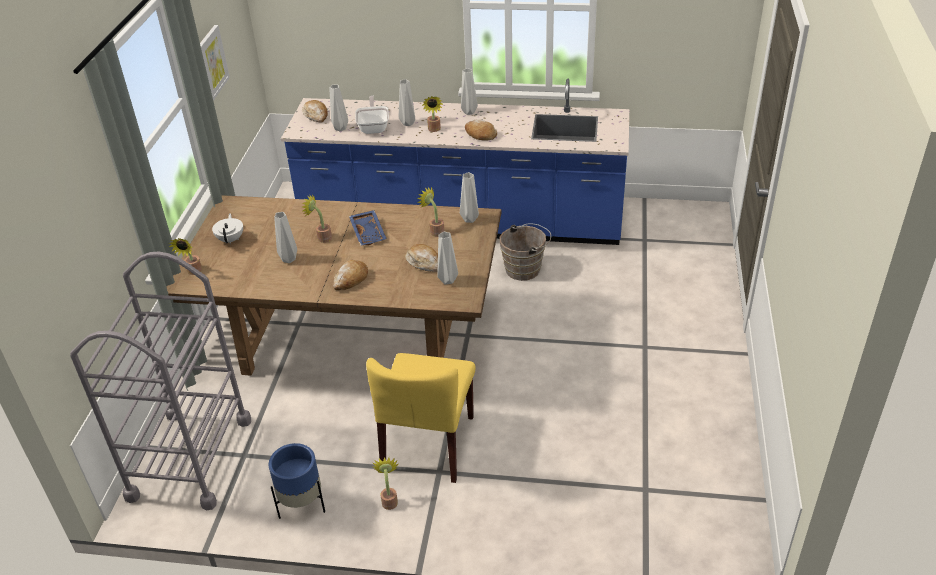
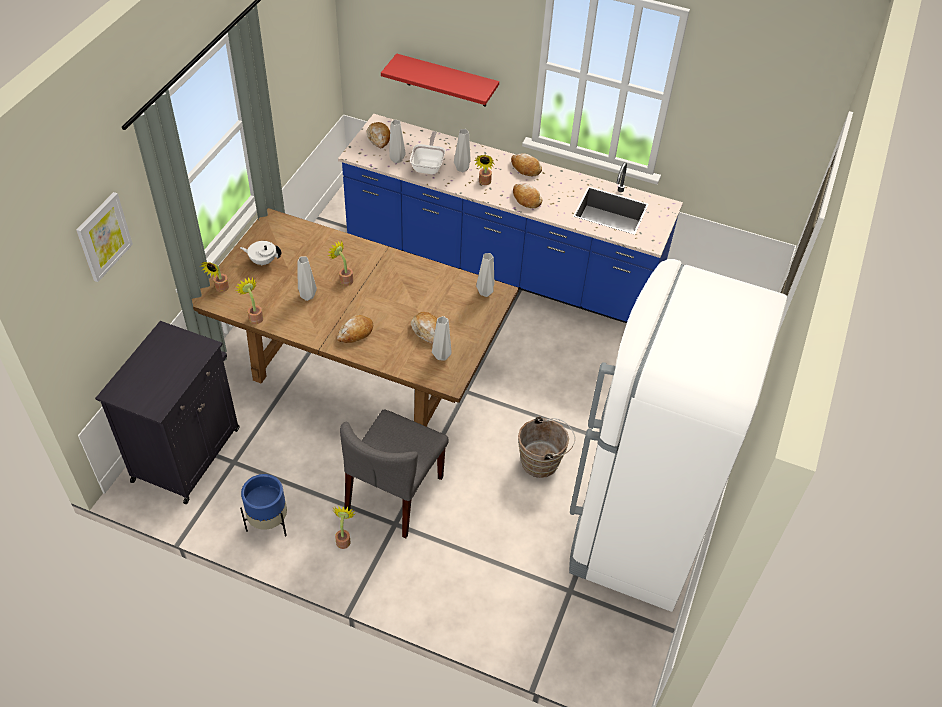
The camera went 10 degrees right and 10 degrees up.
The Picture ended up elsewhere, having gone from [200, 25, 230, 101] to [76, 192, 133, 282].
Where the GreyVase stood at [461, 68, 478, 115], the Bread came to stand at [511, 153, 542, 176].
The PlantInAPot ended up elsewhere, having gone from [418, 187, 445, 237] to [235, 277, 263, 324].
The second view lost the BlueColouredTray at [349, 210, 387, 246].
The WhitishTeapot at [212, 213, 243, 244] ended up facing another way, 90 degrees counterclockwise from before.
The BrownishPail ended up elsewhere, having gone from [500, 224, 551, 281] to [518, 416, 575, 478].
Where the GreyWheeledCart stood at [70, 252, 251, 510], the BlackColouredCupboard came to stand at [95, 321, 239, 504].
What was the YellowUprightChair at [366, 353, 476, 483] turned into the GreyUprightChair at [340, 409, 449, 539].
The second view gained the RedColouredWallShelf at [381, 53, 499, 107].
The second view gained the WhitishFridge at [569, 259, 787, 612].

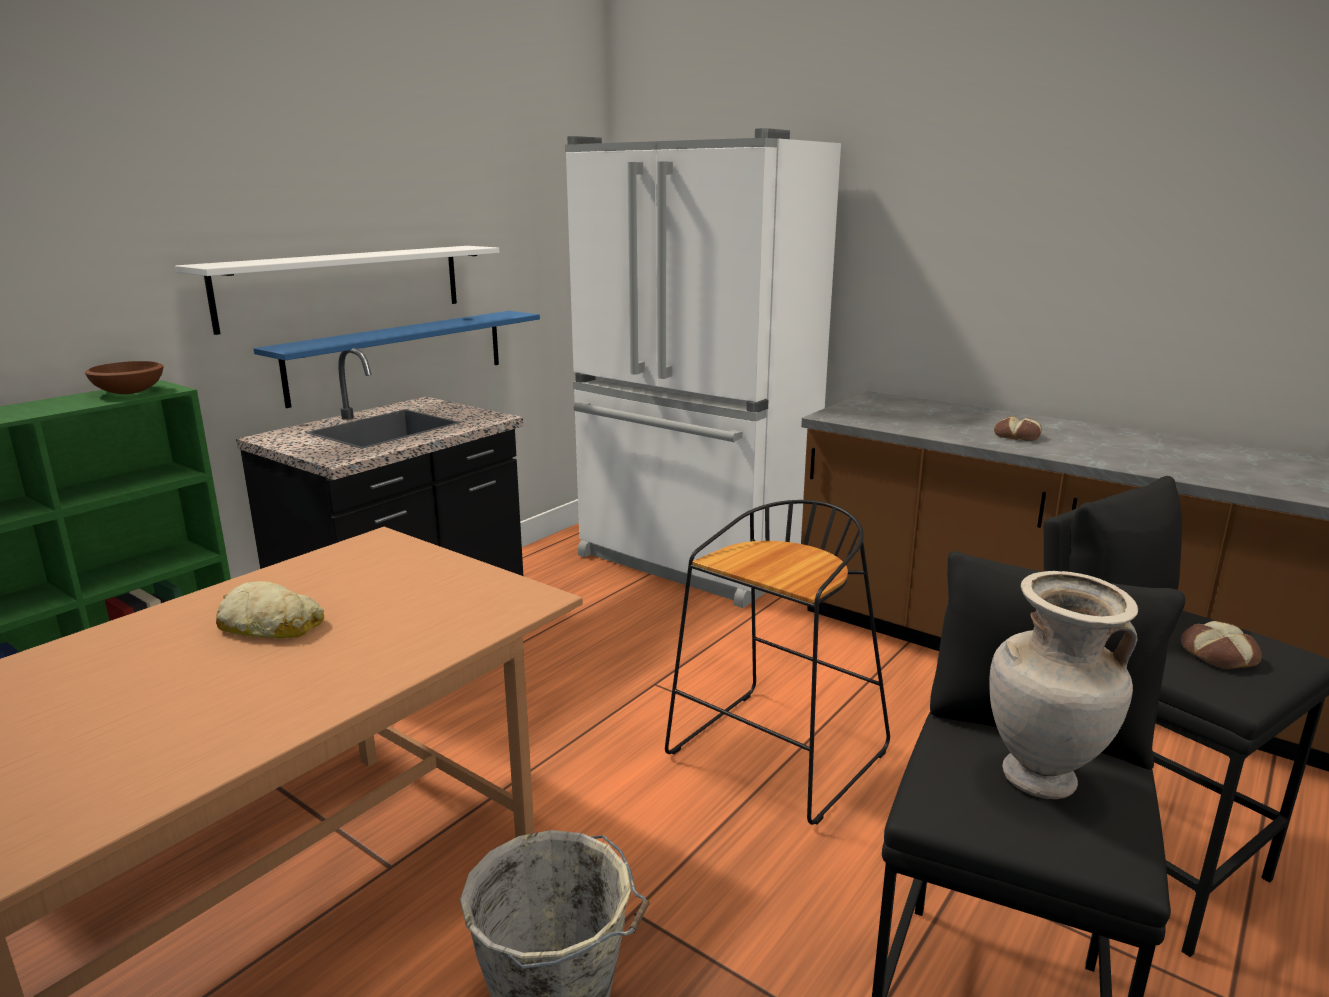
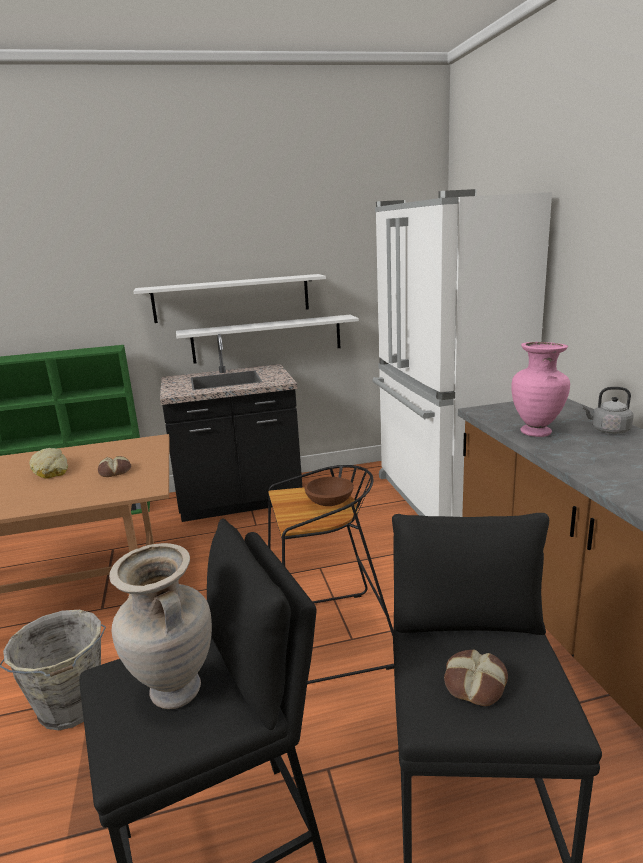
The camera went 40 degrees right and 0 degrees up.
What was the BlueColouredWallShelf at [253, 311, 540, 408] turned into the WhitishWallShelf at [176, 315, 359, 364].
The BrownishServingBowl ended up elsewhere, having gone from [85, 361, 163, 394] to [304, 477, 354, 506].
The Bread ended up elsewhere, having gone from [994, 416, 1042, 441] to [98, 456, 131, 477].
The second view gained the PinkishVase at [511, 342, 570, 437].
The second view gained the GreyTeaKettle at [582, 387, 634, 434].

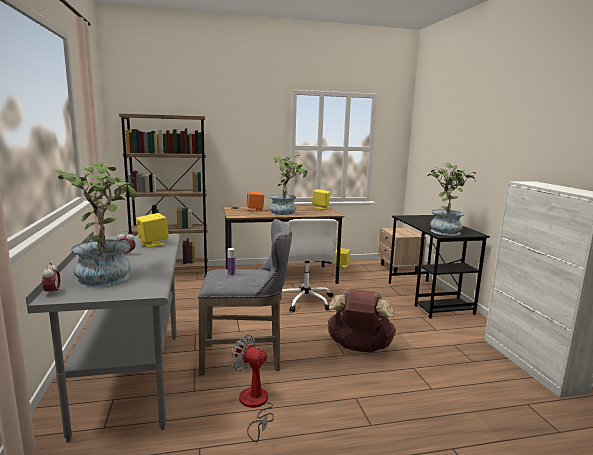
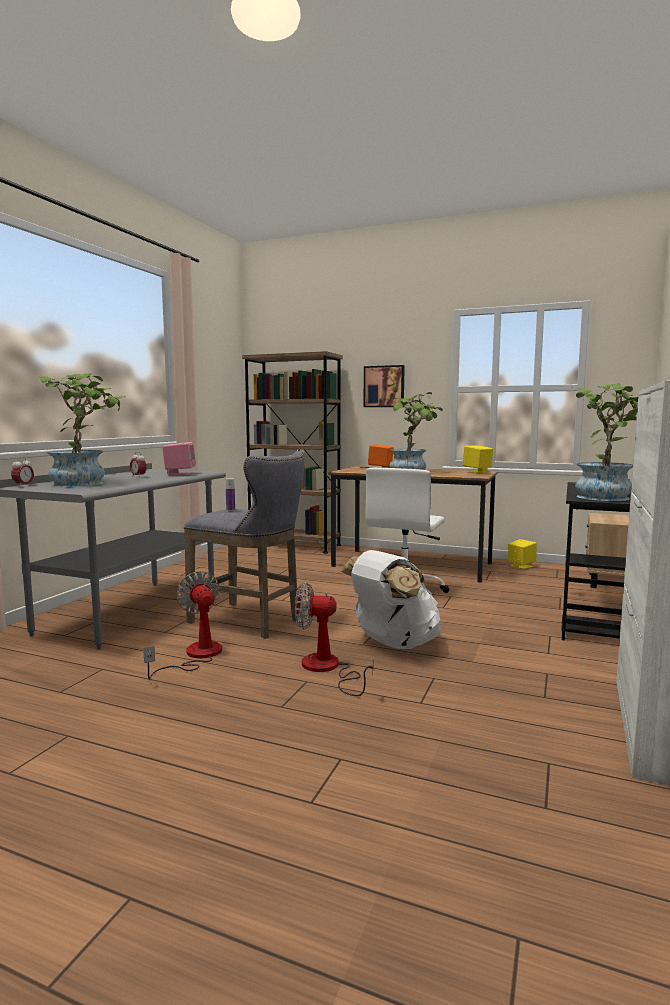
The camera went 35 degrees right and 5 degrees down.
What was the YellowSpeaker at [136, 213, 169, 247] turned into the PinkishSpeaker at [162, 442, 196, 475].
What was the BrownishKnapsack at [327, 289, 396, 352] turned into the WhitishKnapsack at [341, 550, 442, 649].
The second view gained the Picture at [364, 365, 405, 407].
The second view gained the CoolingFan at [295, 582, 374, 696].

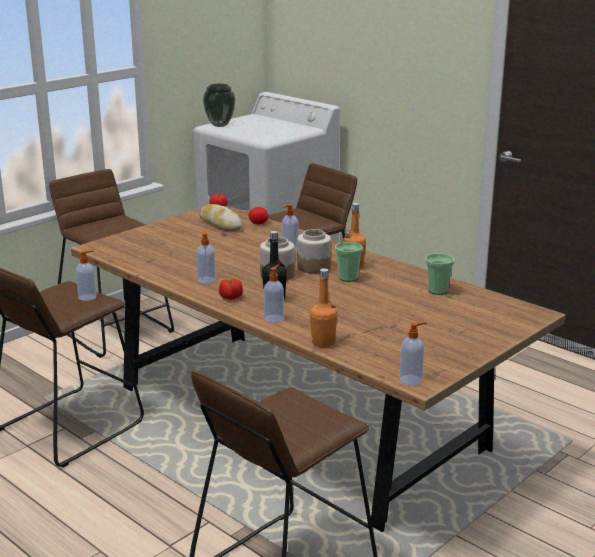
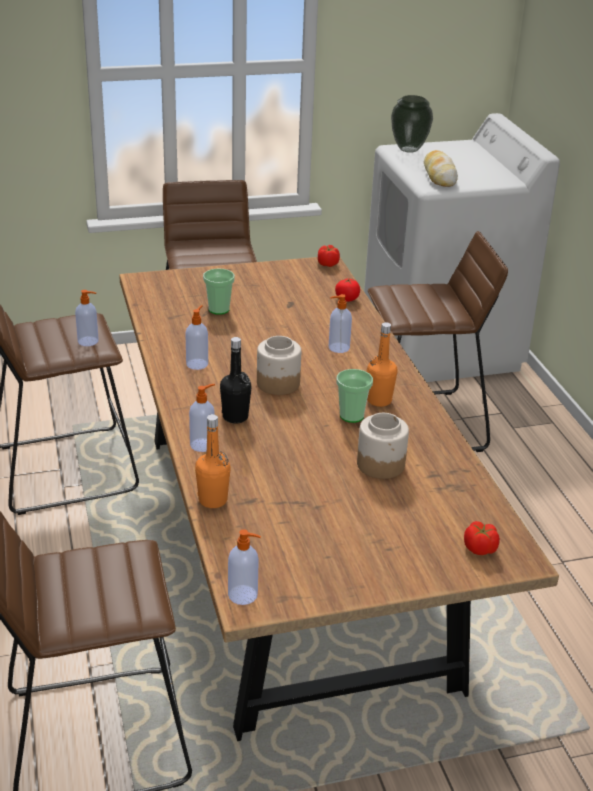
The camera went 30 degrees right and 10 degrees up.
The Bread ended up elsewhere, having gone from [199, 204, 242, 231] to [424, 150, 458, 187].
The StorageJar ended up elsewhere, having gone from [297, 229, 331, 273] to [357, 413, 409, 479].
The SmallCup ended up elsewhere, having gone from [425, 253, 455, 295] to [203, 268, 235, 315].
The WholeTomato ended up elsewhere, having gone from [219, 279, 243, 300] to [464, 521, 500, 555].

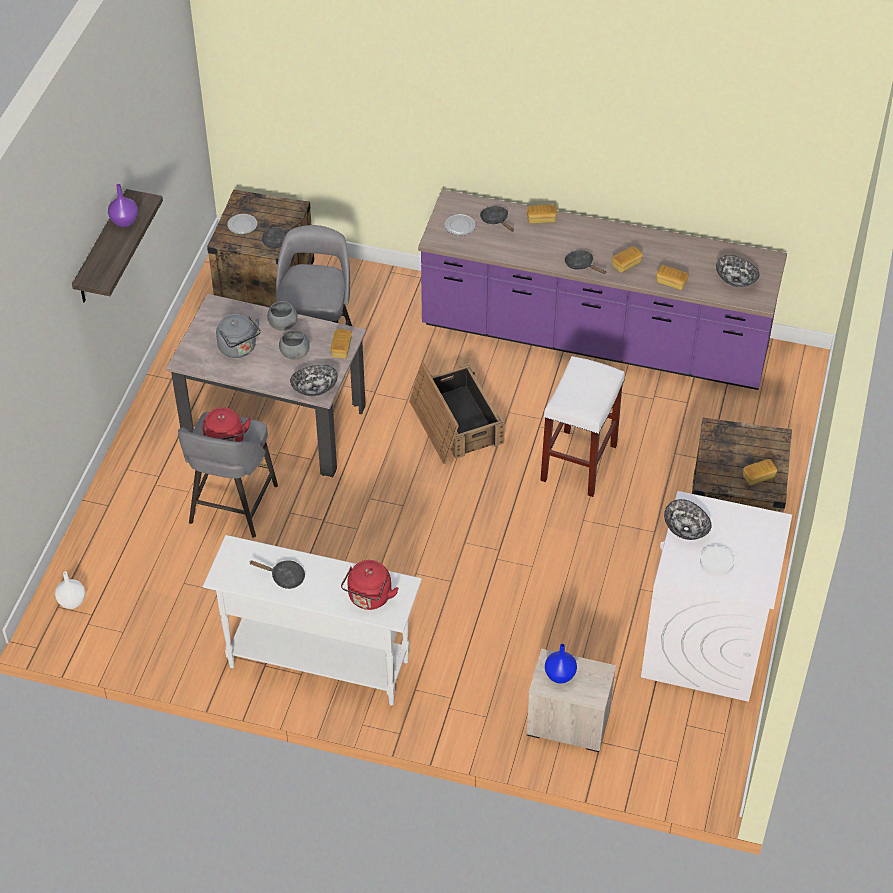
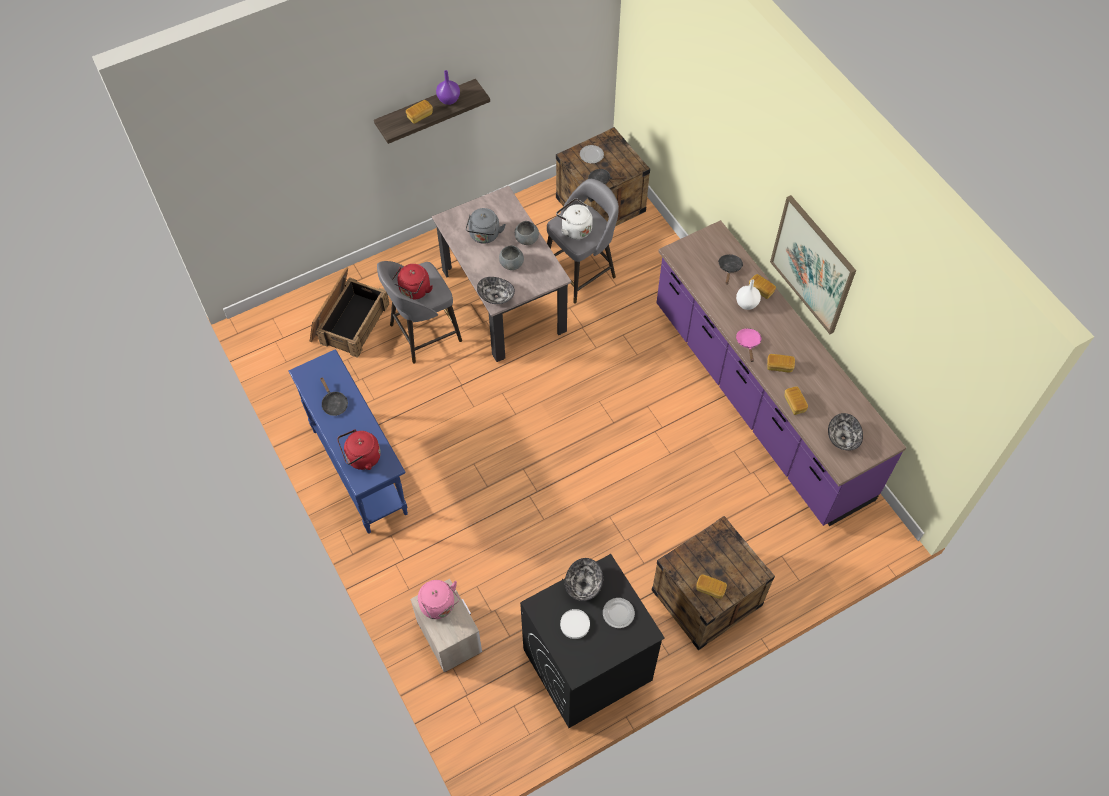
The camera went 45 degrees right and 10 degrees up.
The Plate ended up elsewhere, having gone from [445, 214, 476, 236] to [603, 598, 635, 628].
What was the BlackColouredFryingPan at [565, 250, 607, 274] turned into the PinkishFryingPan at [736, 328, 762, 362].
The Bread ended up elsewhere, having gone from [331, 329, 352, 359] to [406, 100, 433, 124].
The second view lost the WhitishStool at [540, 356, 625, 497].
The ShippingCrate ended up elsewhere, having gone from [409, 363, 505, 464] to [310, 267, 389, 358].
What was the WhitishWashingMachine at [641, 491, 792, 702] turned into the BlackColouredWashingMachine at [520, 554, 665, 728].
What was the WhitishHallTable at [203, 535, 422, 706] turned into the BlueColouredHallTable at [288, 349, 408, 534].
The WhitishVase ended up elsewhere, having gone from [55, 571, 85, 609] to [736, 279, 761, 310].
Where the BlueColouredVase stood at [545, 644, 577, 683], the PinkishTeaKettle came to stand at [418, 580, 459, 619].
The second view gained the Picture at [770, 195, 856, 334].
The second view gained the WhitishTeaKettle at [556, 198, 593, 240].

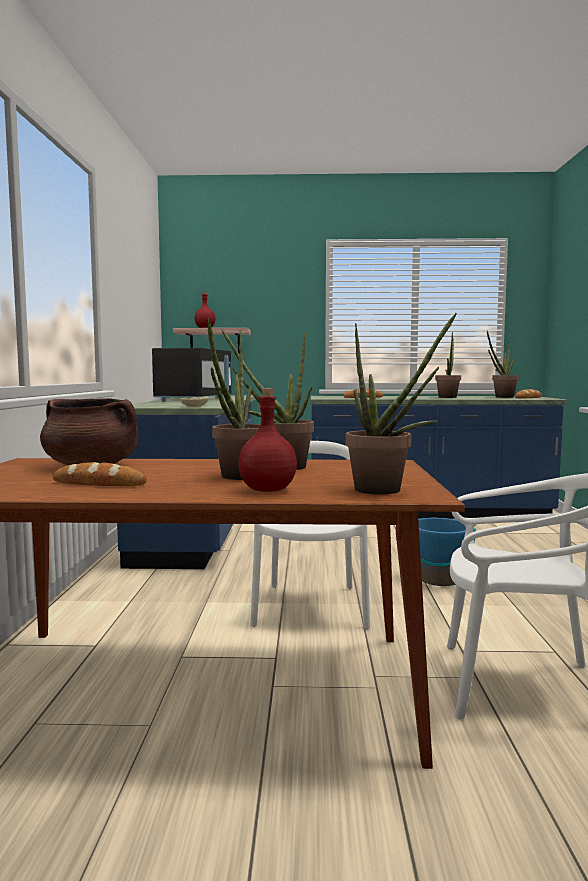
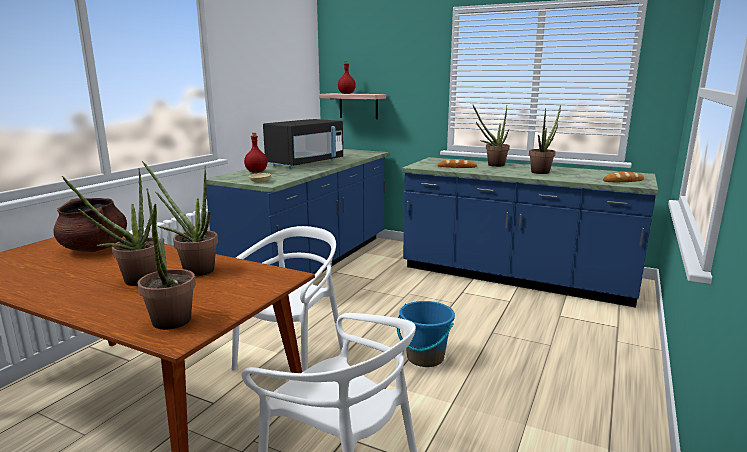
The camera went 25 degrees right and 10 degrees up.
The PlantInAPot ended up elsewhere, having gone from [487, 331, 519, 398] to [473, 105, 510, 167].
The RedColouredDrinkBottle ended up elsewhere, having gone from [238, 388, 297, 492] to [244, 133, 267, 173].
The second view lost the Bread at [53, 462, 147, 486].

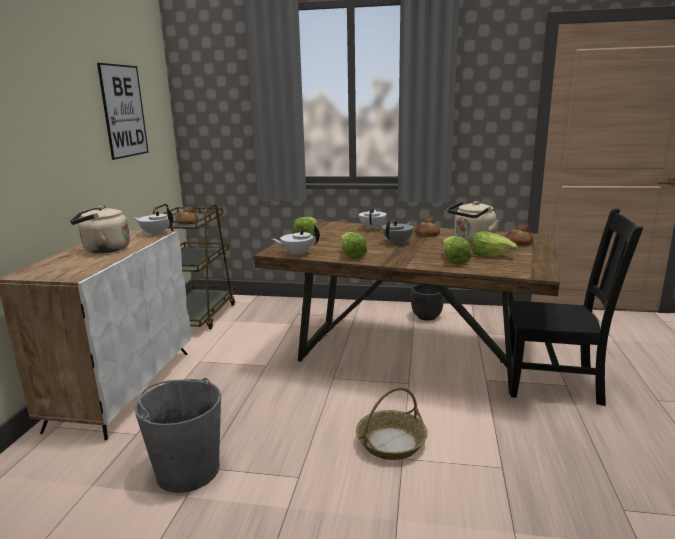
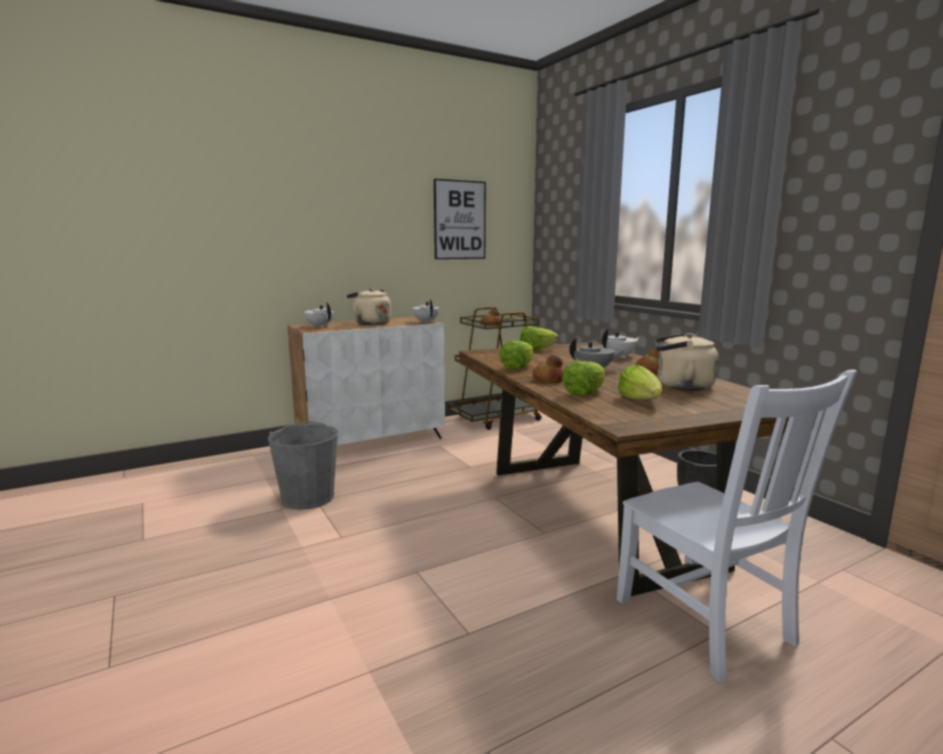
The camera went 50 degrees right and 5 degrees down.
What was the BlackColouredUprightChair at [509, 208, 643, 406] turned into the WhitishUprightChair at [617, 370, 857, 682].
The Bread ended up elsewhere, having gone from [506, 223, 533, 245] to [532, 355, 564, 383].
The WhitishTeapot ended up elsewhere, having gone from [272, 225, 320, 256] to [304, 302, 334, 327].
The second view lost the StorageBasket at [356, 387, 428, 460].

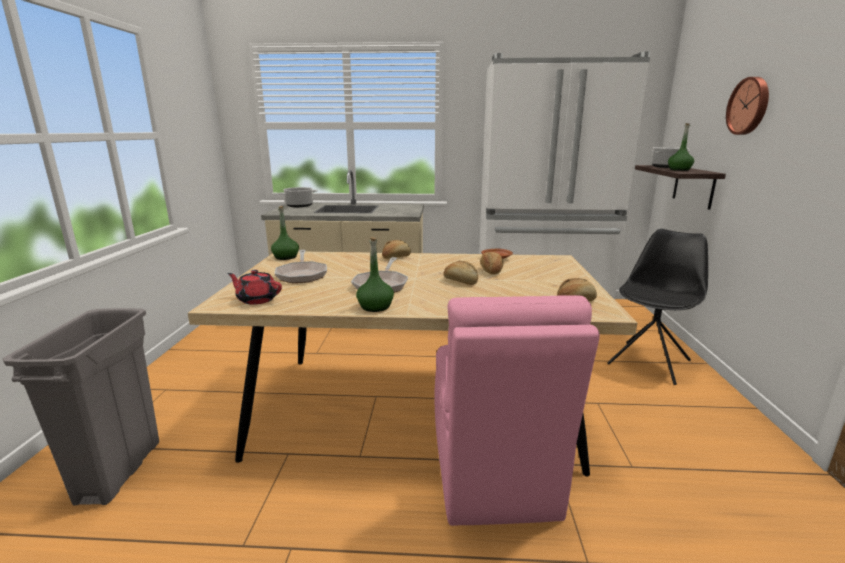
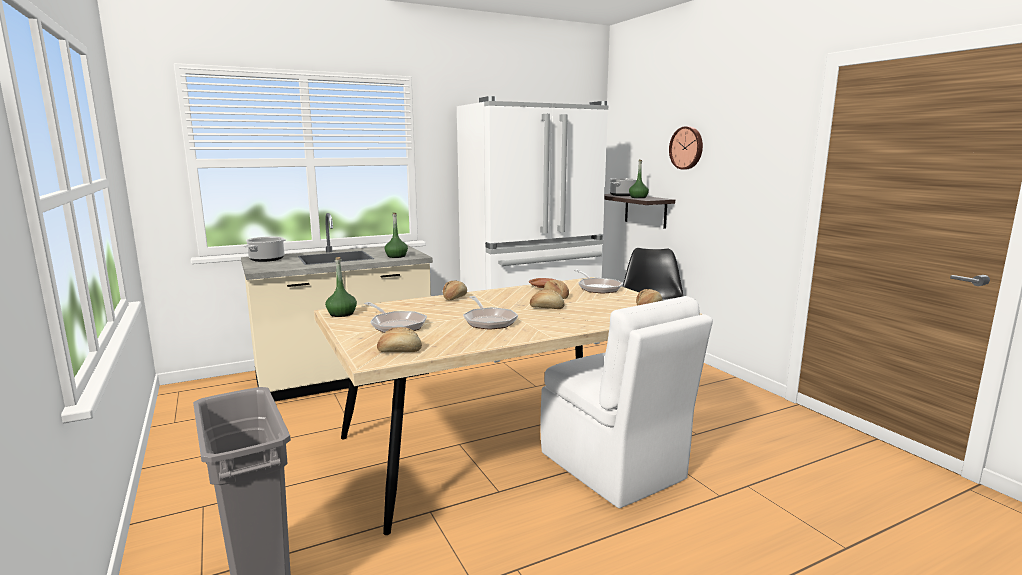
The camera went 30 degrees left and 5 degrees down.
The GreenColouredDrinkBottle ended up elsewhere, having gone from [356, 237, 394, 312] to [384, 213, 408, 258].
Where the RedColouredTeapot stood at [227, 270, 282, 305], the Bread came to stand at [377, 327, 422, 352].
What was the PinkishUprightChair at [434, 295, 600, 526] turned into the WhitishUprightChair at [541, 296, 713, 508].
The second view gained the FryingPan at [574, 270, 623, 294].

